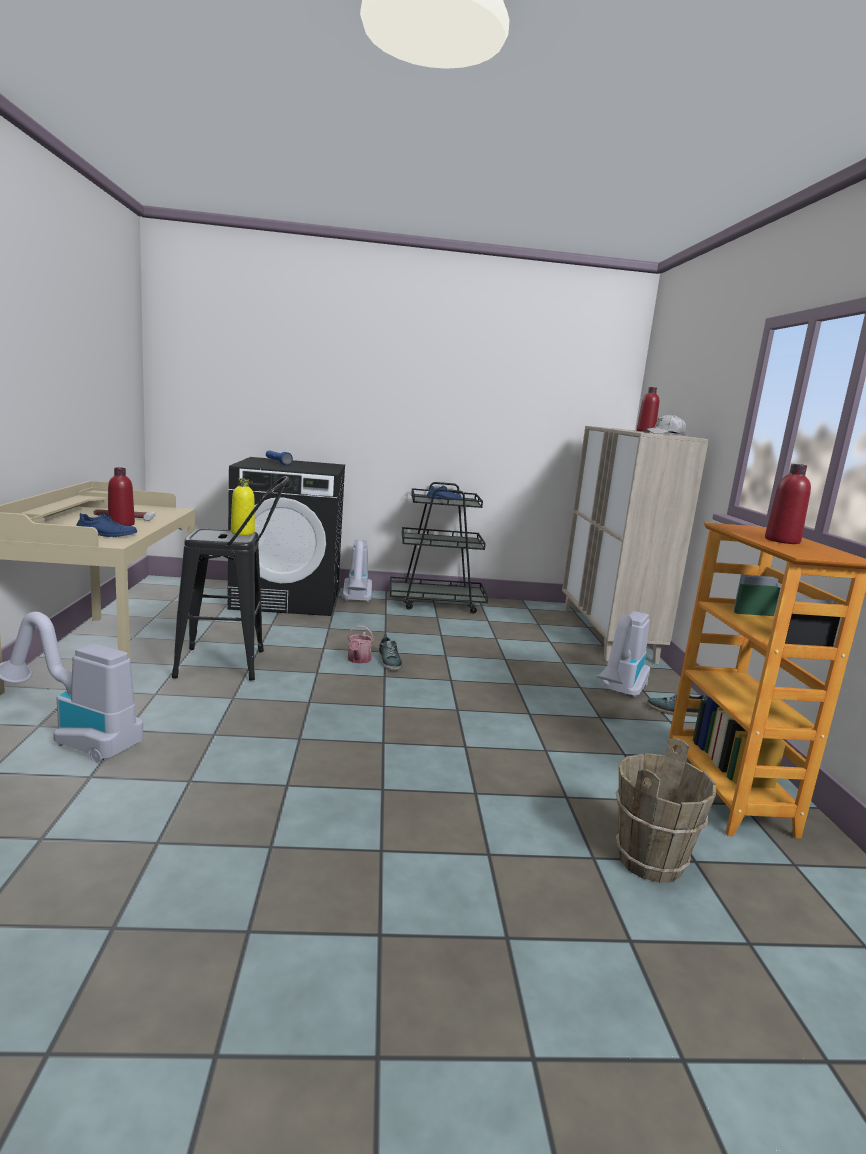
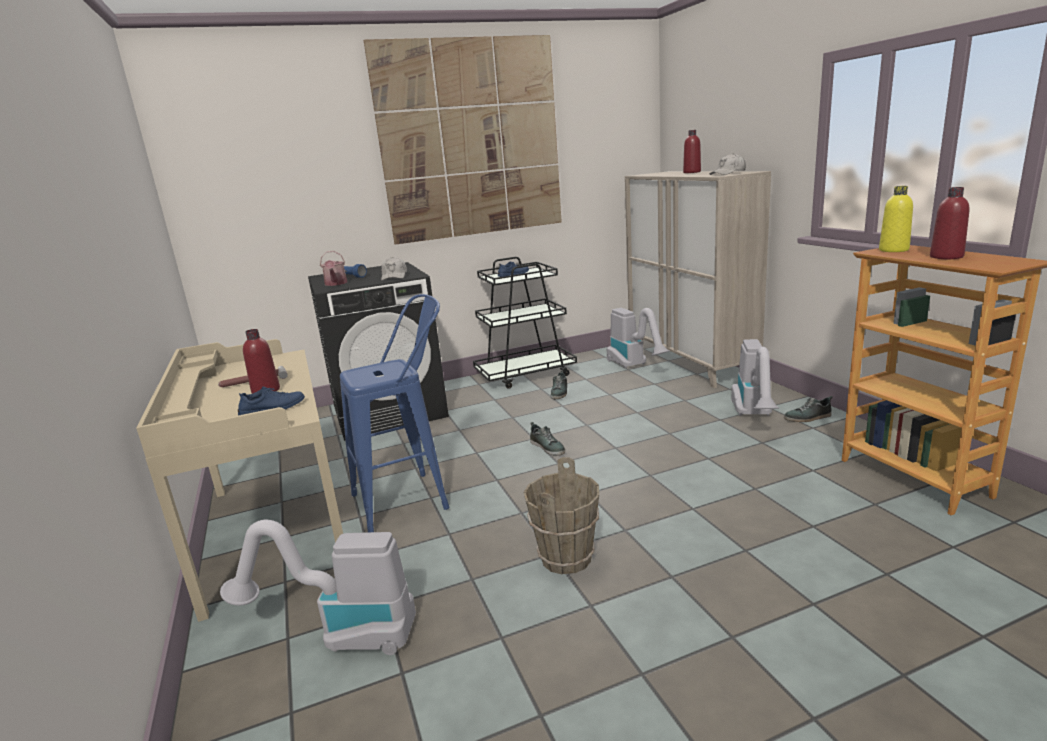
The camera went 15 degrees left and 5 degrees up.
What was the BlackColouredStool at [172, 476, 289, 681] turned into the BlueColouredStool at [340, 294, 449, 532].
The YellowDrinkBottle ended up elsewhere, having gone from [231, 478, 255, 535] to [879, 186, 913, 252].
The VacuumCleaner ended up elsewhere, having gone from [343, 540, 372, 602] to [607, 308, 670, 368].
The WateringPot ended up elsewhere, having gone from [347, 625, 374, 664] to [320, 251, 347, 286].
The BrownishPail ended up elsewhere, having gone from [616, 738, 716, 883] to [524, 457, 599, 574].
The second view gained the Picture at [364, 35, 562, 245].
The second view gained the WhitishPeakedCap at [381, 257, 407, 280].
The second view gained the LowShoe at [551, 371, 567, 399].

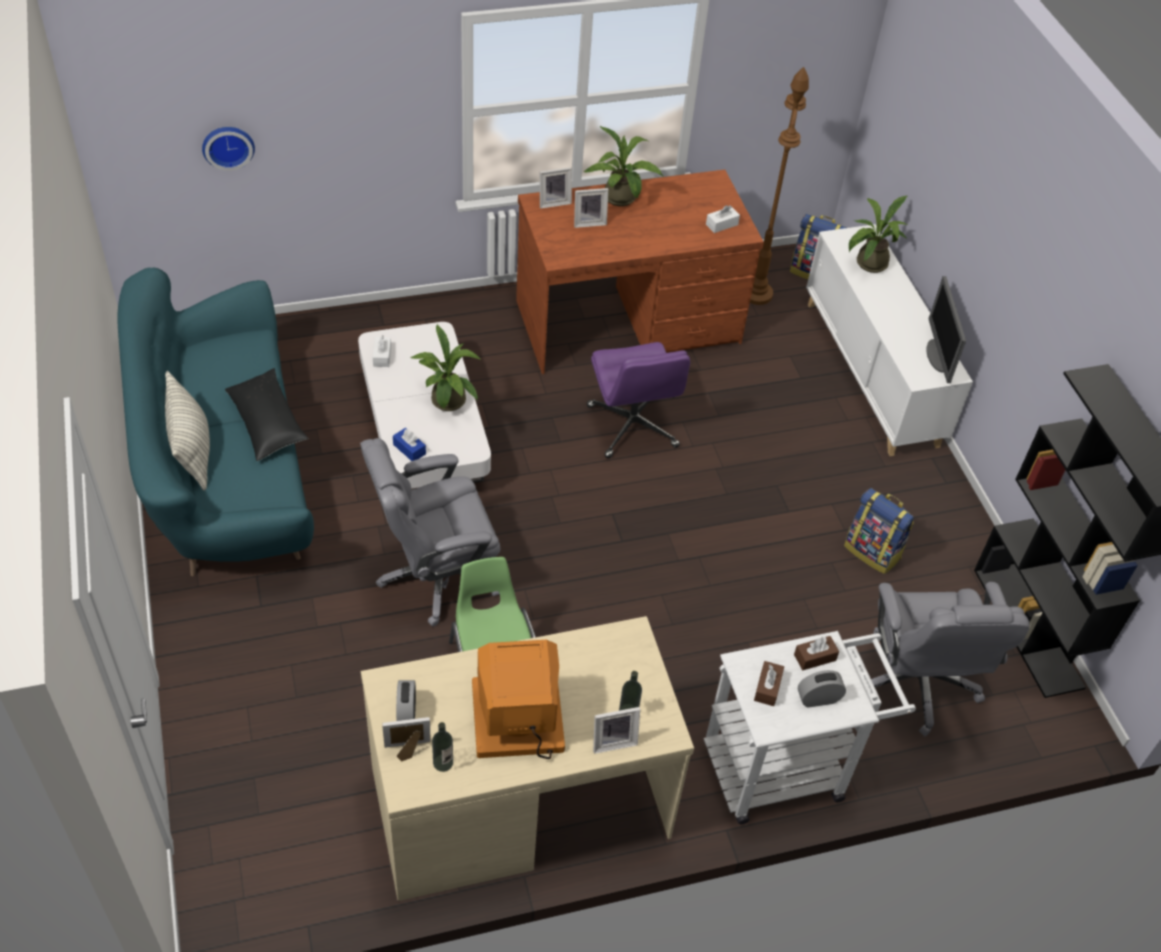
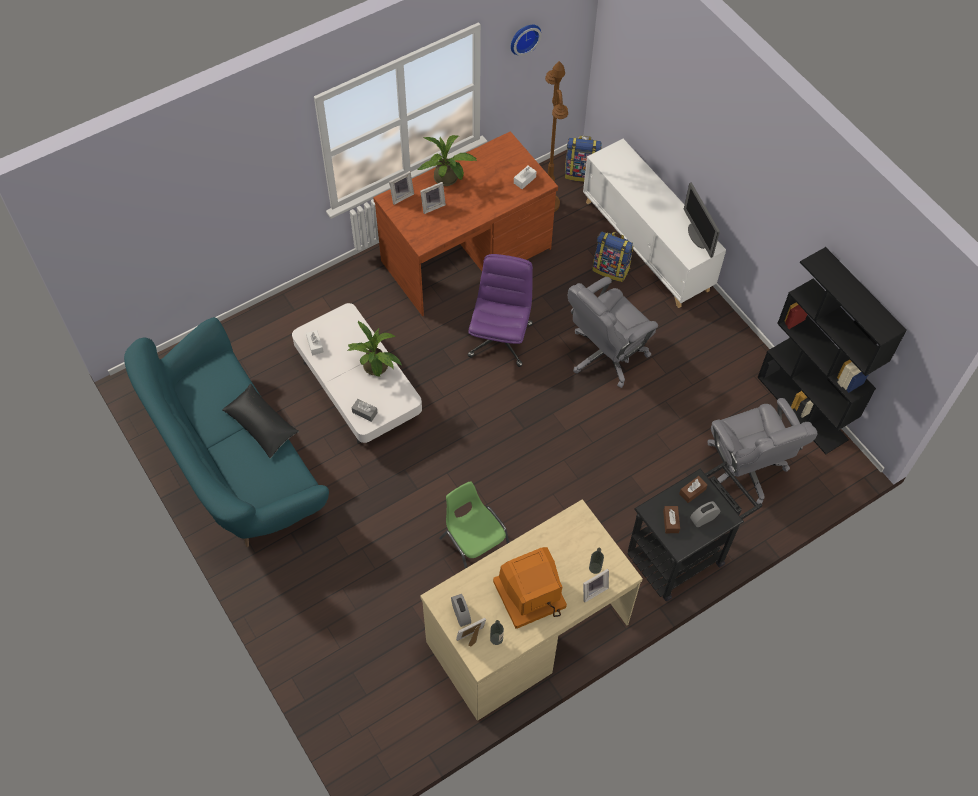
The camera went 15 degrees left and 10 degrees up.
The WallClock ended up elsewhere, having gone from [202, 127, 255, 171] to [511, 25, 541, 56].
The second view lost the PlantInAPot at [849, 196, 908, 273].
The PurpleColouredComputerChair at [587, 342, 690, 458] ended up facing another way, 135 degrees counterclockwise from before.
The second view lost the Cushion at [165, 371, 210, 491].
What was the BlueColouredTissueHolder at [393, 428, 426, 461] turned into the GreyTissueHolder at [352, 399, 378, 422].
The GreyComputerChair ended up elsewhere, having gone from [360, 438, 500, 627] to [568, 277, 658, 388].
The Knapsack ended up elsewhere, having gone from [844, 488, 914, 574] to [593, 231, 633, 282].
What was the WhitishWheeledCart at [704, 631, 916, 824] turned into the BlackColouredWheeledCart at [627, 461, 763, 601].

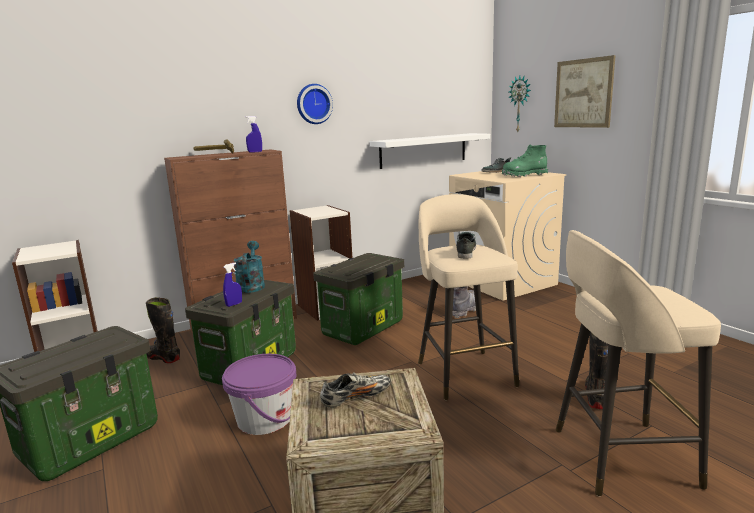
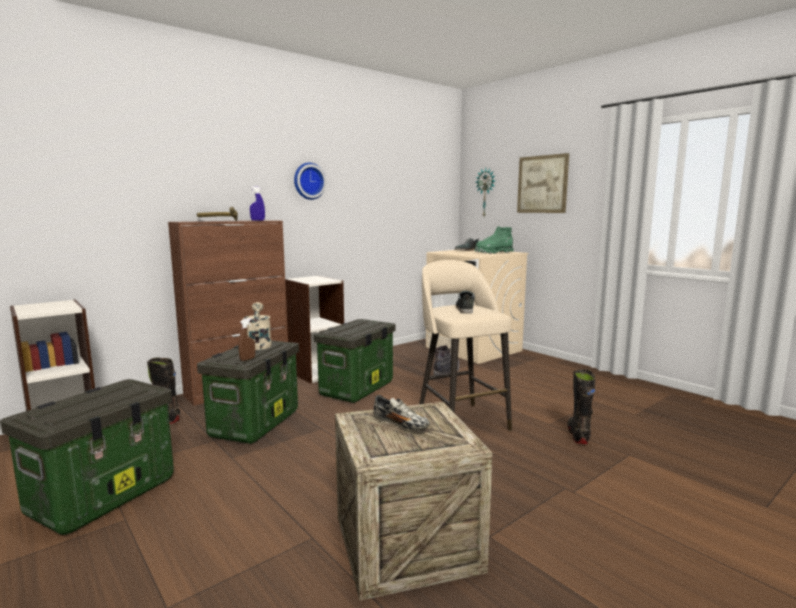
The camera went 10 degrees left and 5 degrees down.
The second view lost the WhitishWallShelf at [370, 133, 490, 169].
The second view lost the BeigeColouredStool at [555, 230, 721, 497].
What was the TurquoiseColouredWateringPot at [233, 241, 265, 293] turned into the BeigeColouredWateringPot at [243, 302, 272, 350].
What was the BlueColouredSprayBottle at [223, 262, 242, 307] turned into the BrownishSprayBottle at [238, 318, 255, 361].
The second view lost the PurpleColouredPail at [222, 354, 296, 435].
The LowShoe at [320, 372, 391, 408] ended up facing another way, 75 degrees clockwise from before.

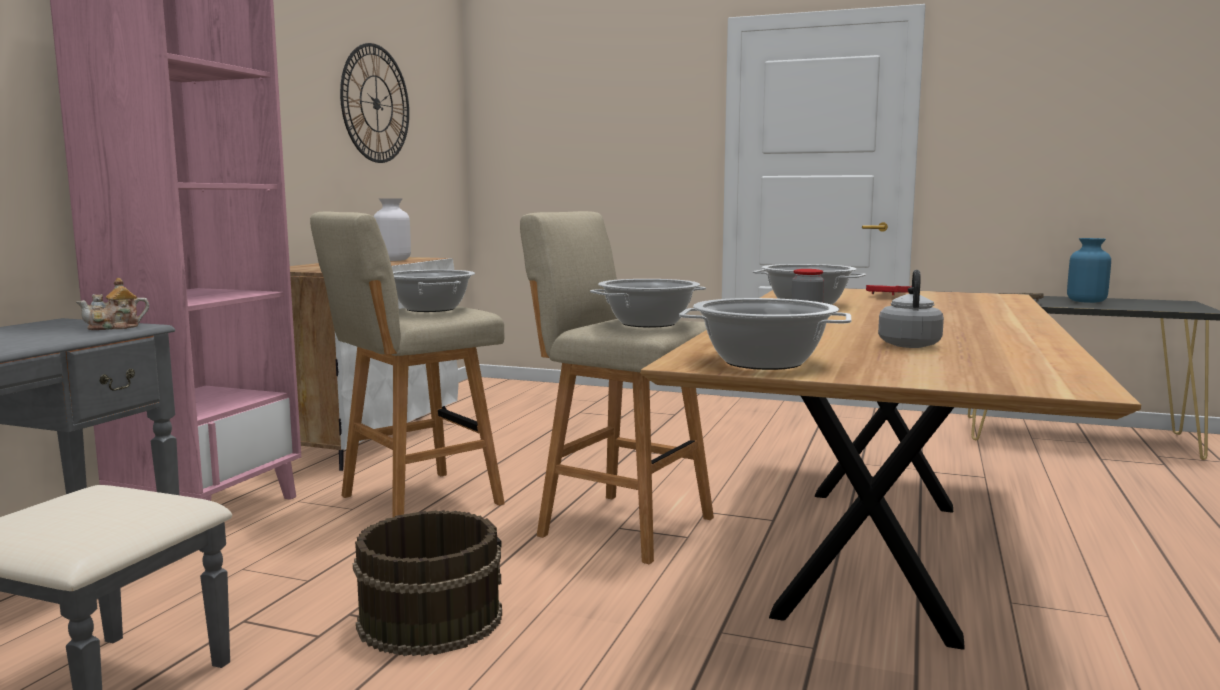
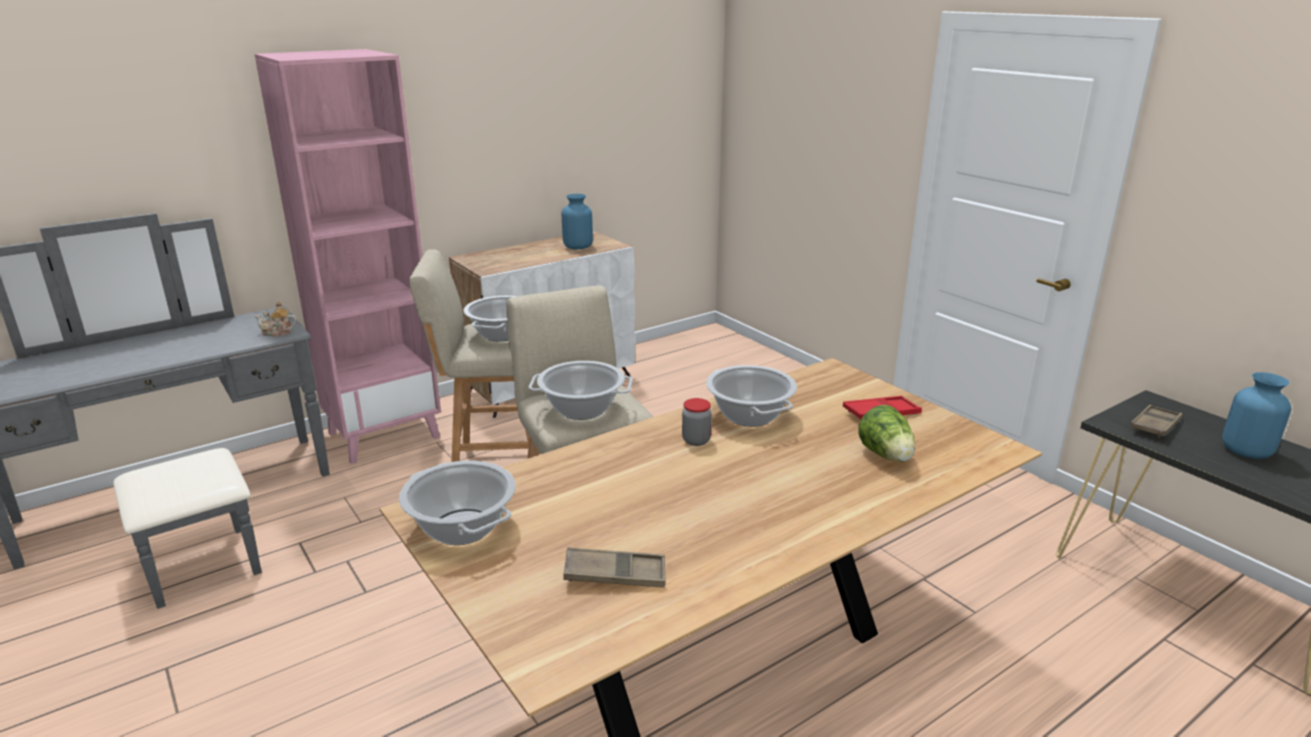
The camera went 35 degrees right and 15 degrees up.
The second view lost the WallClock at [340, 43, 409, 163].
What was the WhitishVase at [374, 198, 411, 261] turned into the BlueColouredVase at [562, 194, 593, 250].
The second view lost the GreyTeaKettle at [878, 270, 944, 348].
The second view lost the BrownishPail at [353, 510, 502, 656].
The second view gained the Lettuce at [859, 405, 915, 462].
The second view gained the BrownishTray at [563, 547, 666, 588].

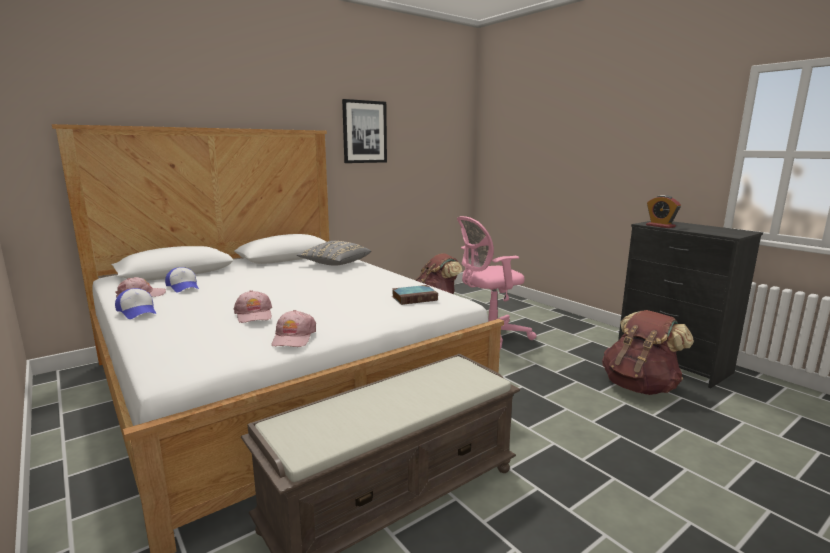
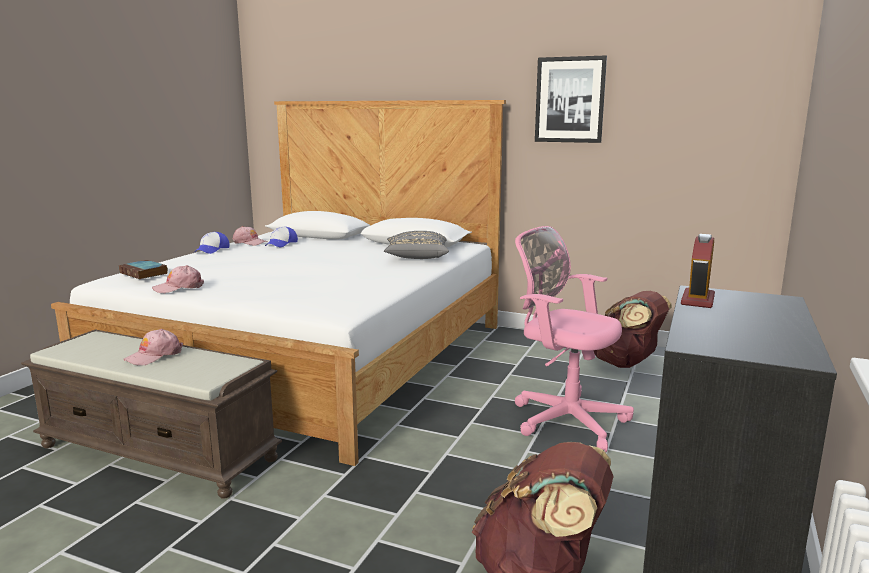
The camera went 60 degrees right and 0 degrees up.
The BoundBook ended up elsewhere, having gone from [392, 285, 438, 305] to [119, 260, 168, 279].
The PinkishPeakedCap ended up elsewhere, having gone from [234, 290, 272, 323] to [123, 329, 183, 366].

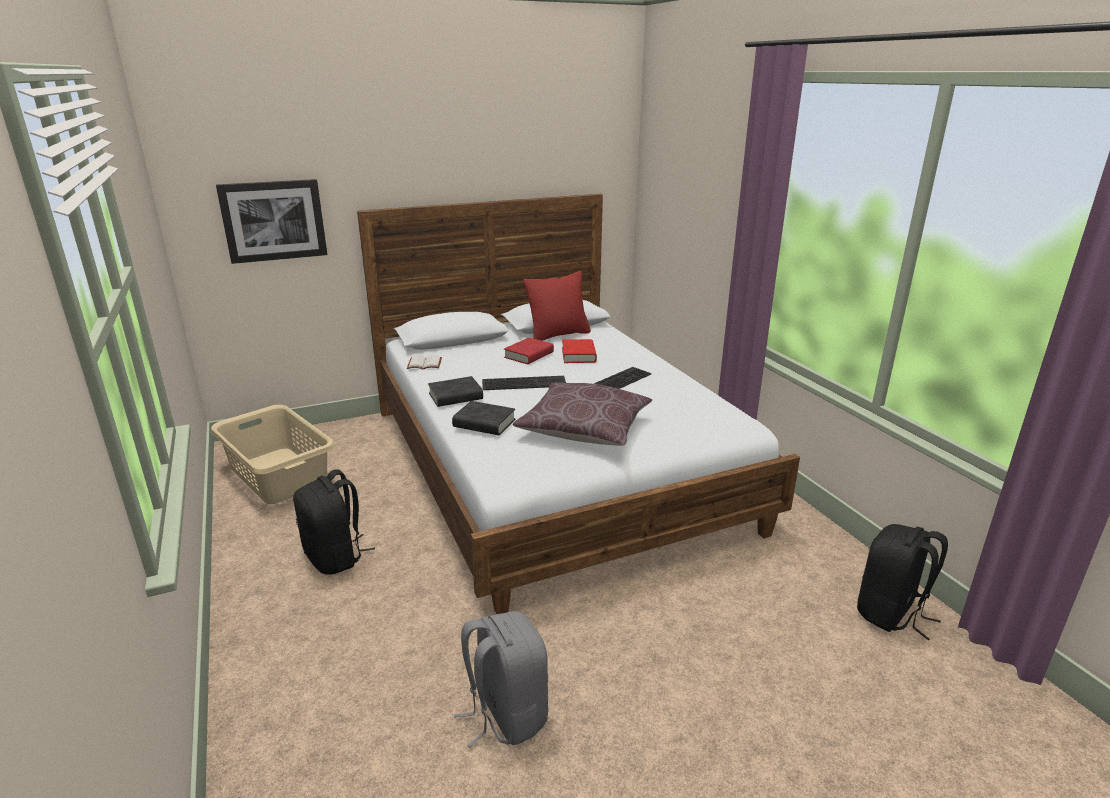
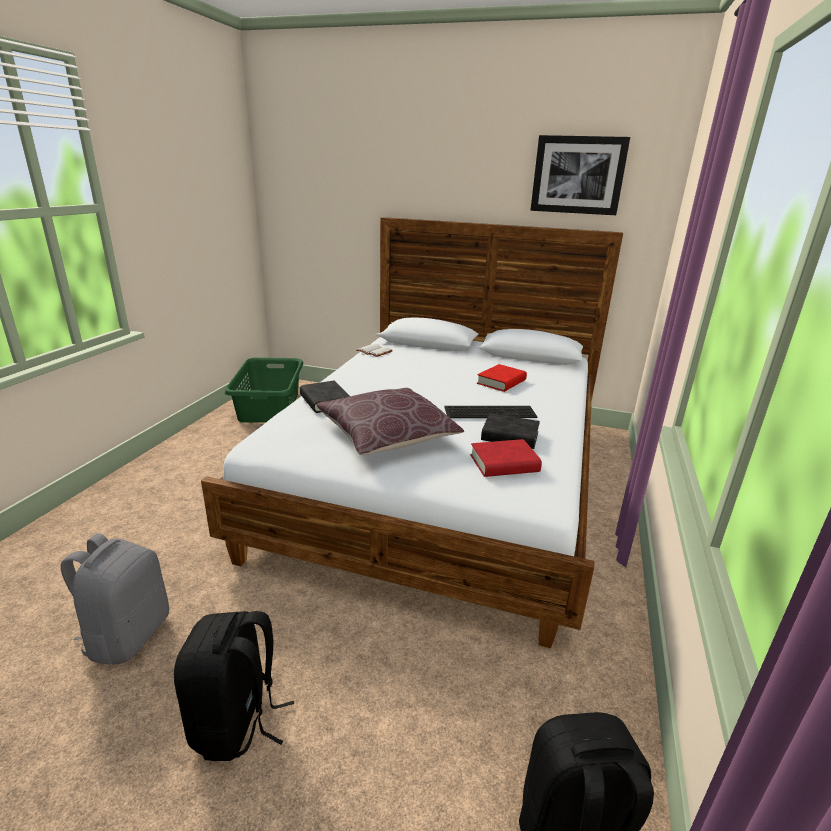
The camera went 40 degrees right and 0 degrees up.
The Picture ended up elsewhere, having gone from [216, 179, 328, 264] to [530, 135, 630, 215].
The second view lost the RedColouredCushion at [523, 271, 591, 341].
The RedColouredBoundBook ended up elsewhere, having gone from [504, 338, 554, 364] to [470, 439, 542, 477].
The BlackColouredBoundBook ended up elsewhere, having gone from [428, 376, 483, 407] to [481, 413, 540, 449].
The second view lost the ComputerKeyboard at [482, 376, 566, 390].
What was the BeigeColouredLaundryBasket at [211, 405, 335, 504] turned into the GreenColouredLaundryBasket at [225, 357, 303, 423].
The BlackColouredKnapsack ended up elsewhere, having gone from [293, 469, 375, 575] to [174, 611, 294, 761].

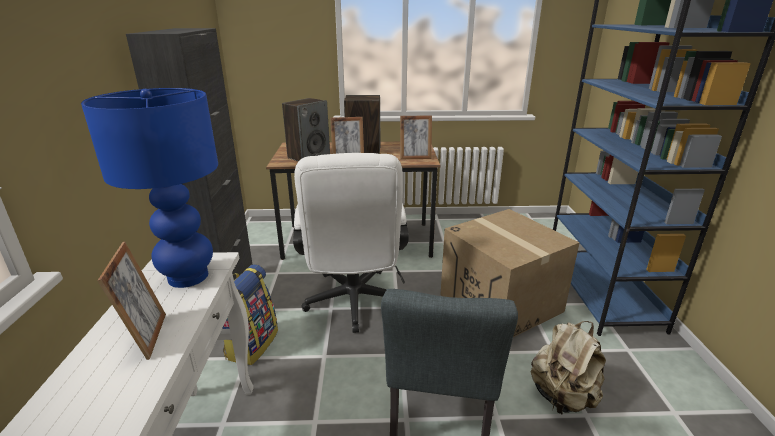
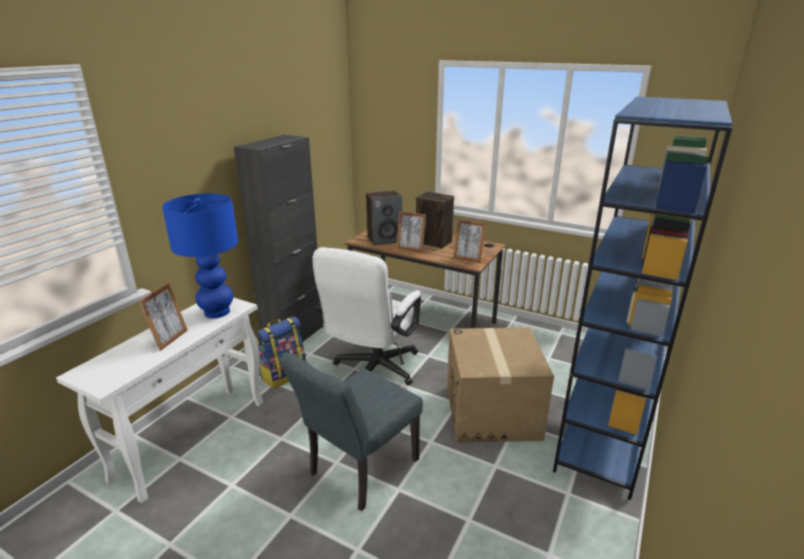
The camera went 30 degrees right and 0 degrees up.
The second view lost the BeigeColouredKnapsack at [531, 321, 606, 415].

